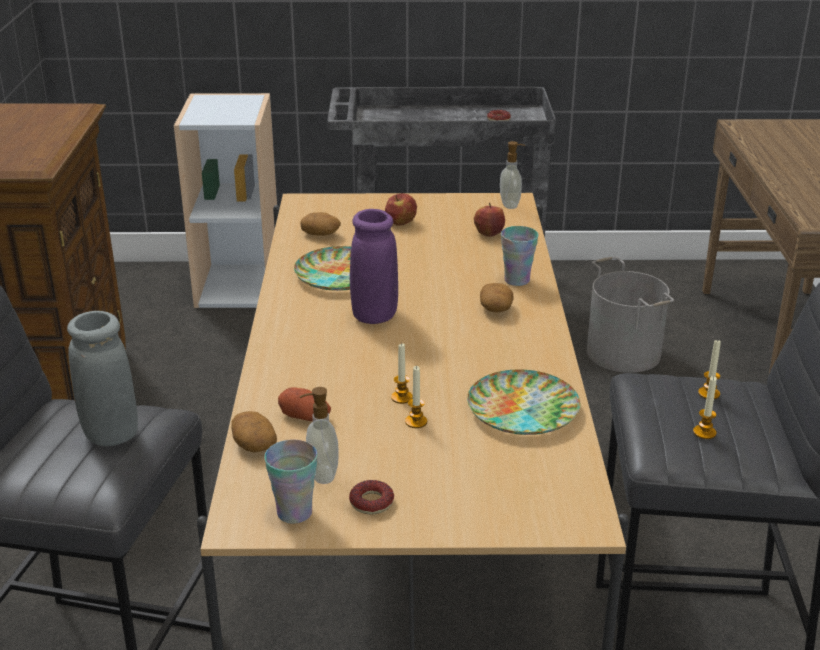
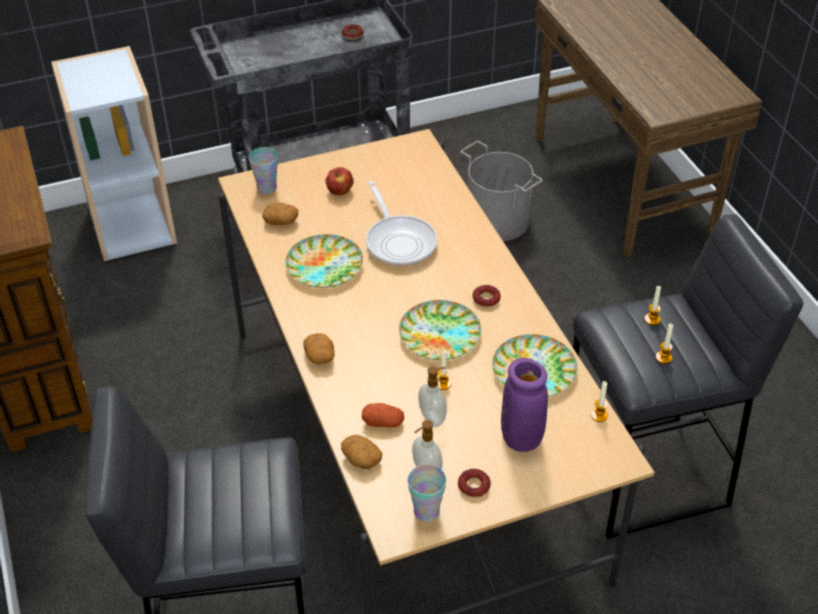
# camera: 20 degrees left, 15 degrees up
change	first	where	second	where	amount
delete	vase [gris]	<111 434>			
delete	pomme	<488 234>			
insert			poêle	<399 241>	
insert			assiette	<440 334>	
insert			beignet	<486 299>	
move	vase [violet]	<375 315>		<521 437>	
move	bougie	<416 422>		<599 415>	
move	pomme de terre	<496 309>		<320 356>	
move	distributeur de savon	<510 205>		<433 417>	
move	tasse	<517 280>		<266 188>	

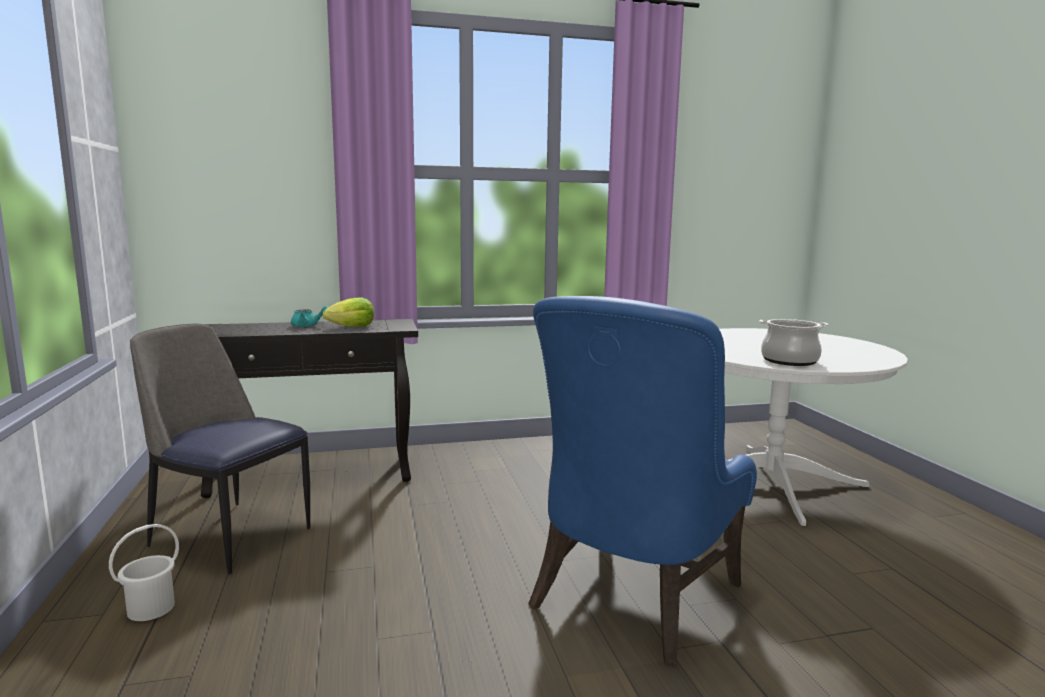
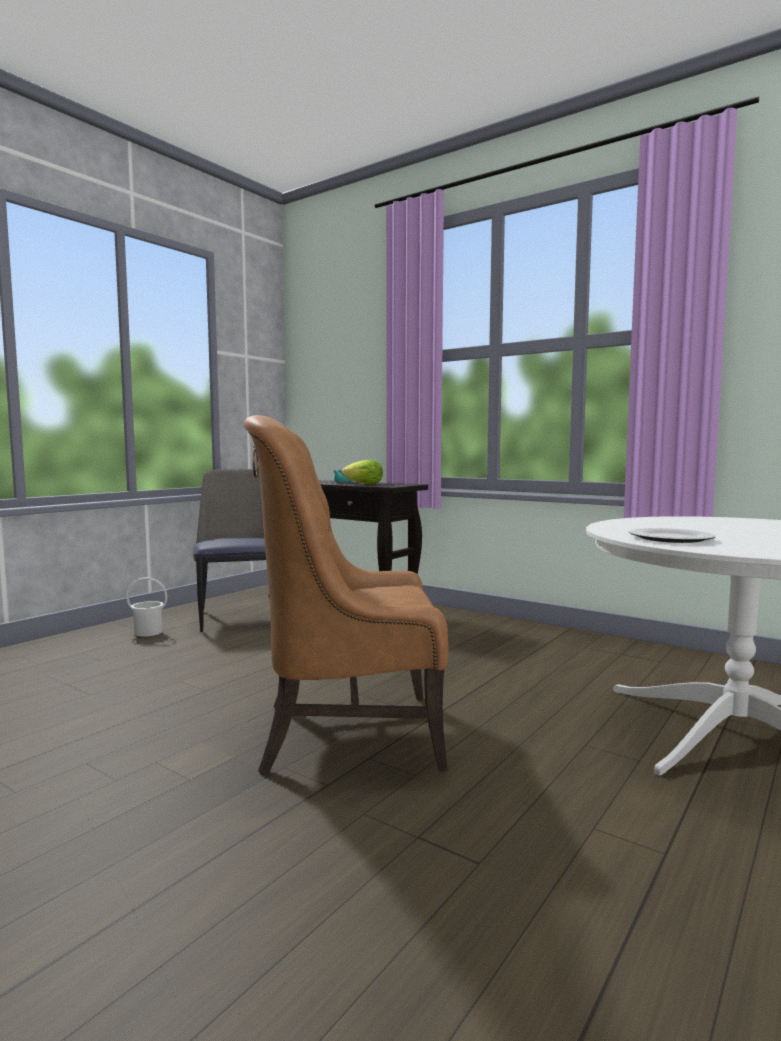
# camera: 50 degrees right, 5 degrees down
change	first	where	second	where	amount
replace	marmite	<789 361>	assiette	<669 538>	
recolor	chaise [bleu]	<633 595>	chaise [marron]	<347 732>	

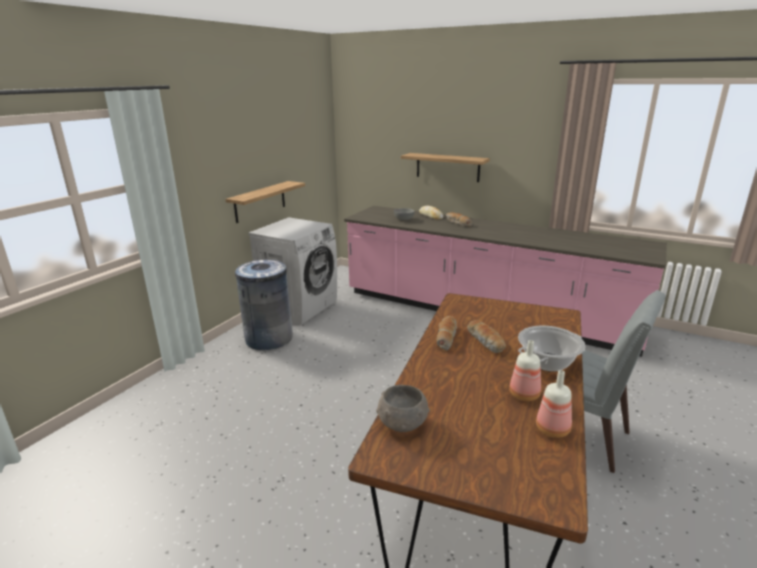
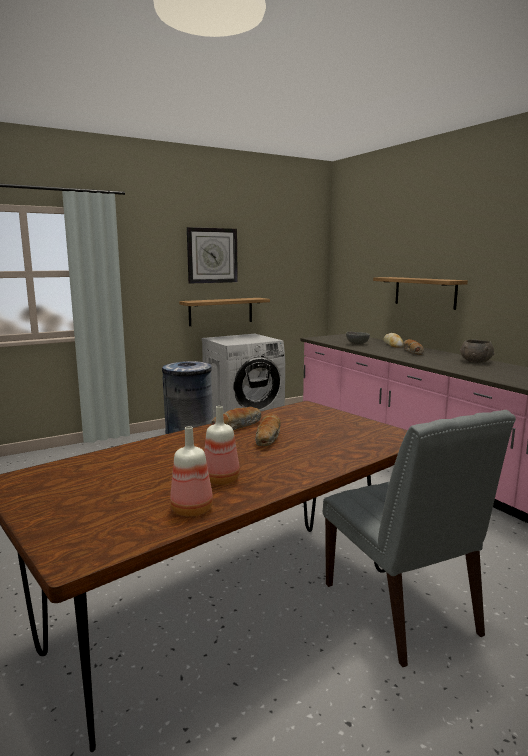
# camera: 30 degrees right, 10 degrees down
change	first	where	second	where	amount
delete	marmite	<547 362>			
insert			horloge murale	<212 255>	
move	bol [gris]	<402 423>		<475 361>	

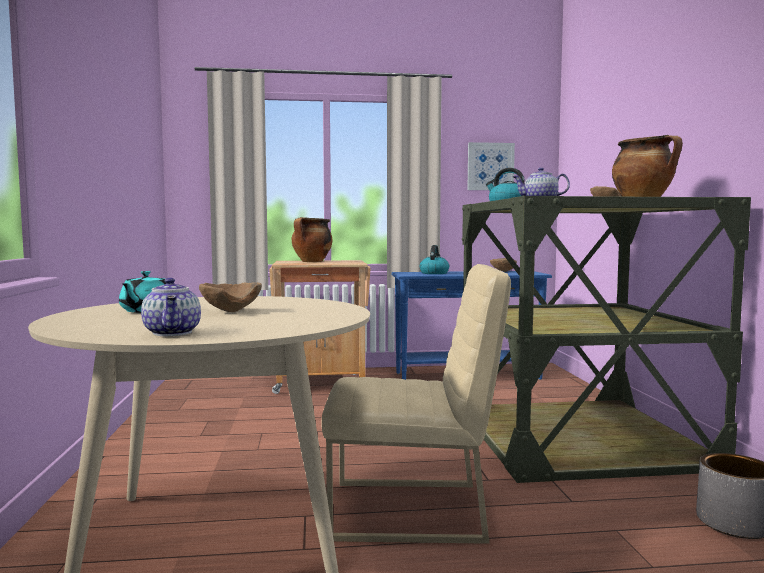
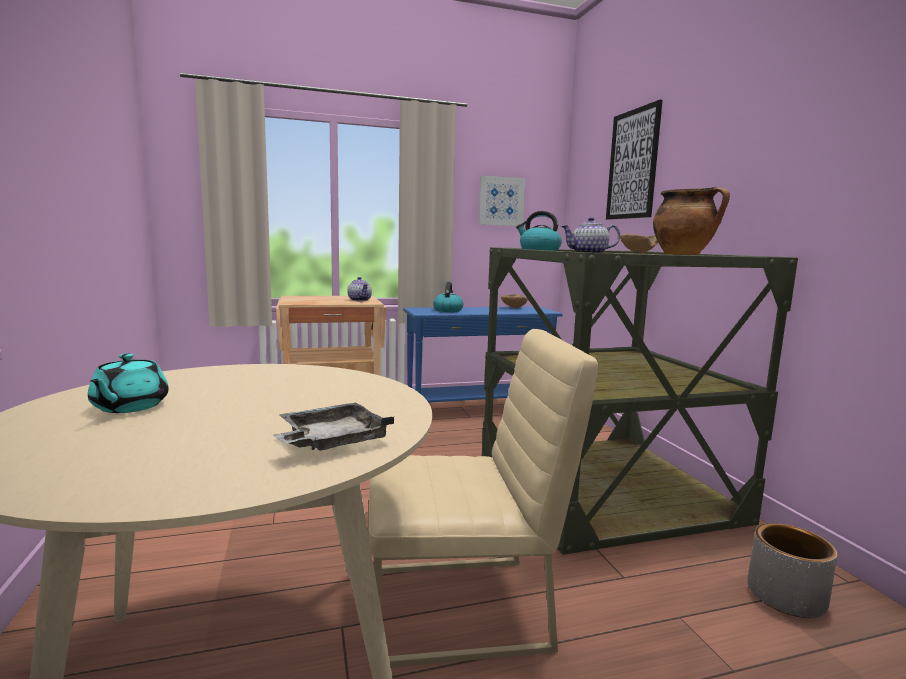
# camera: 10 degrees left, 5 degrees up
change	first	where	second	where	amount
delete	bol [marron]	<231 311>			
delete	marmite	<312 262>			
insert			plateau [gris]	<332 441>	
insert			tableau	<633 164>	
move	théière	<173 333>		<360 300>	

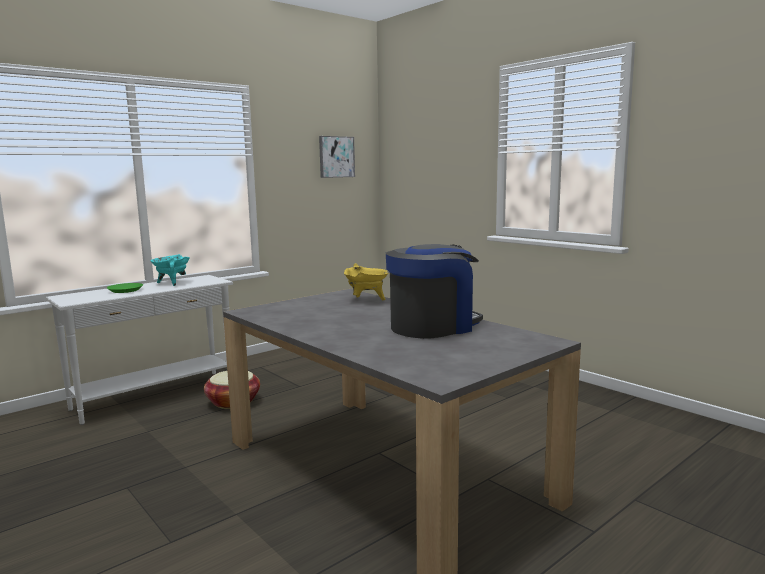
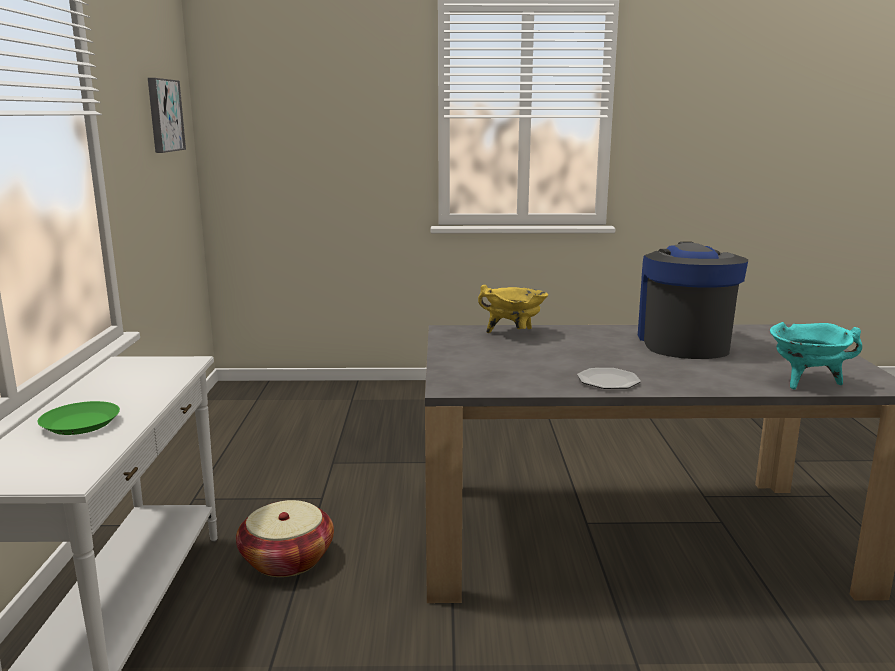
# camera: 50 degrees left, 5 degrees up
change	first	where	second	where	amount
insert			assiette	<608 381>	
move	marmite [turquoise]	<172 283>		<806 382>	

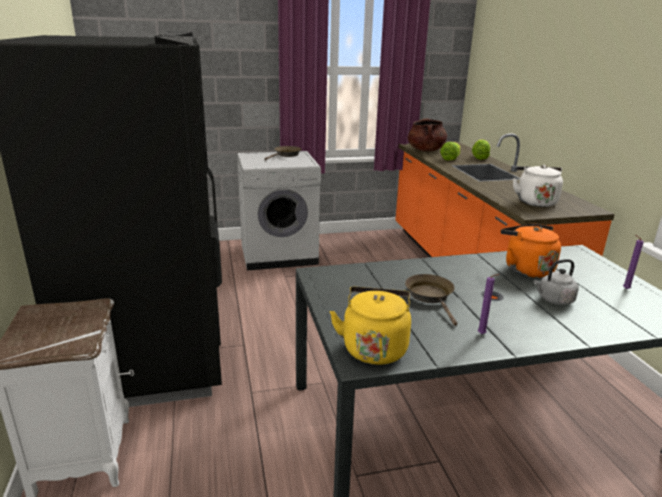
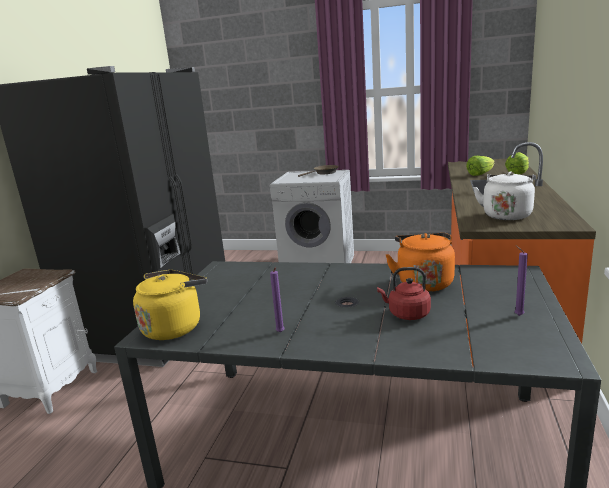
# camera: 30 degrees right, 5 degrees down
change	first	where	second	where	amount
delete	poêle [marron]	<431 296>			
delete	marmite [marron]	<426 150>			
recolor	bouilloire [gris]	<553 300>	bouilloire [rouge]	<406 314>	

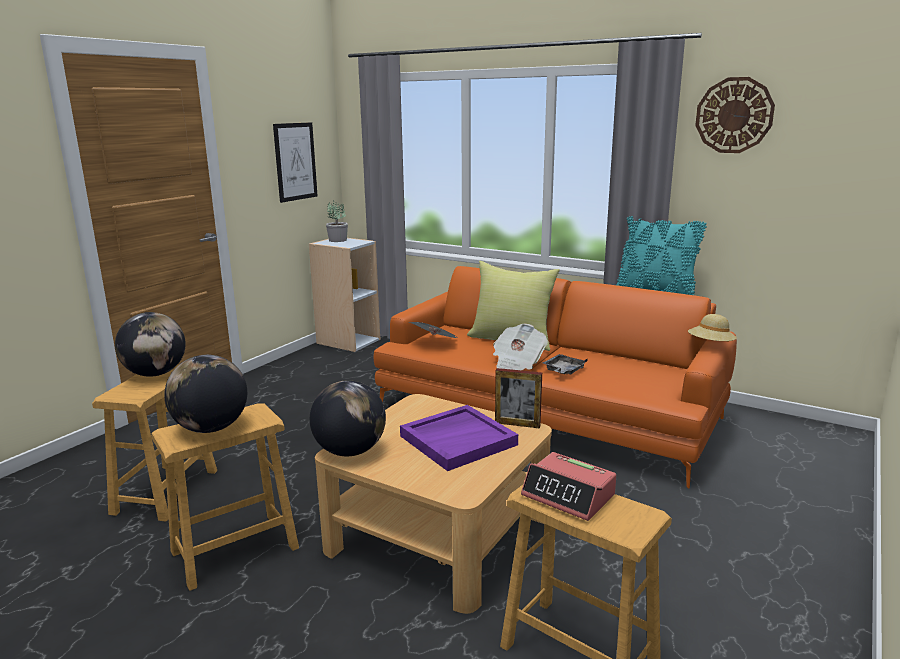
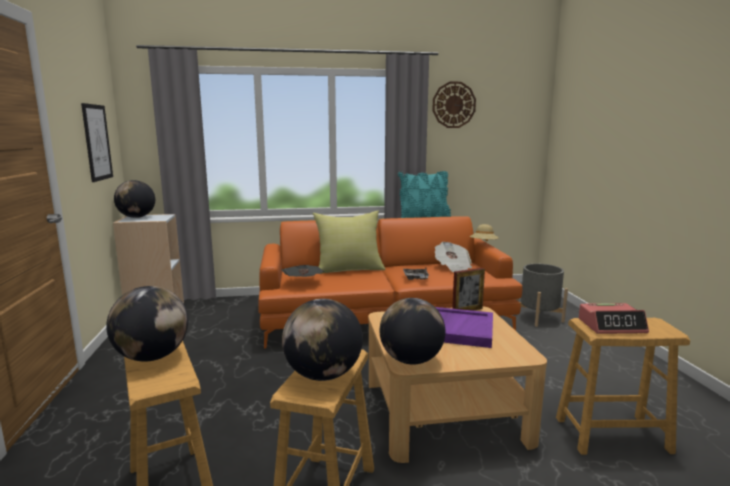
# camera: 40 degrees left, 5 degrees down
change	first	where	second	where	amount
insert			cache-pot [gris]	<538 318>	
move	journal	<517 362>		<452 267>	
replace	plante en pot	<337 240>	globe	<136 217>	

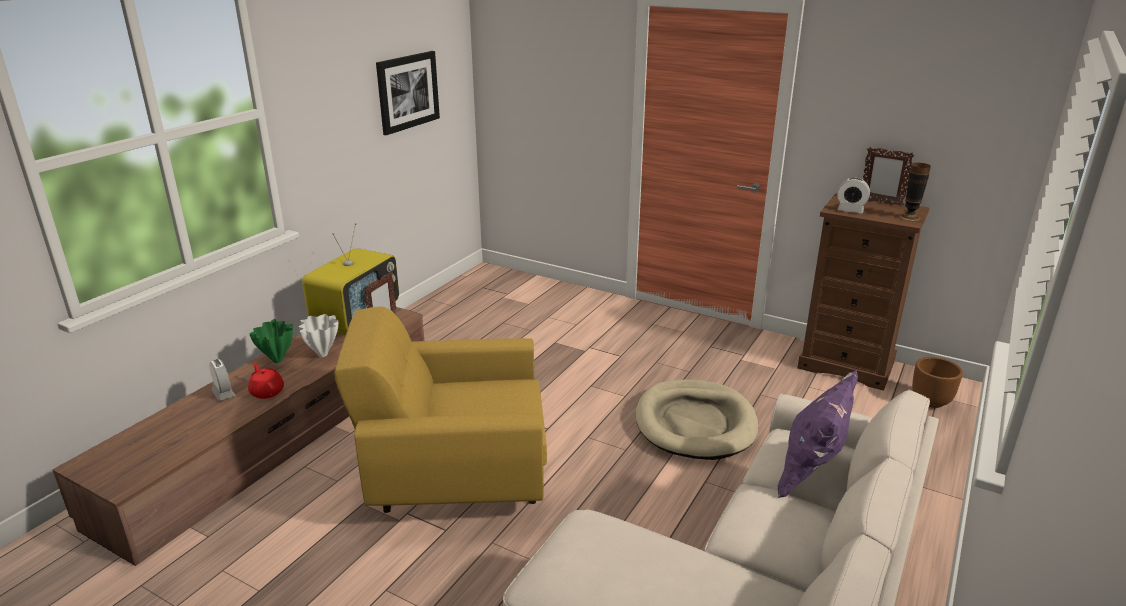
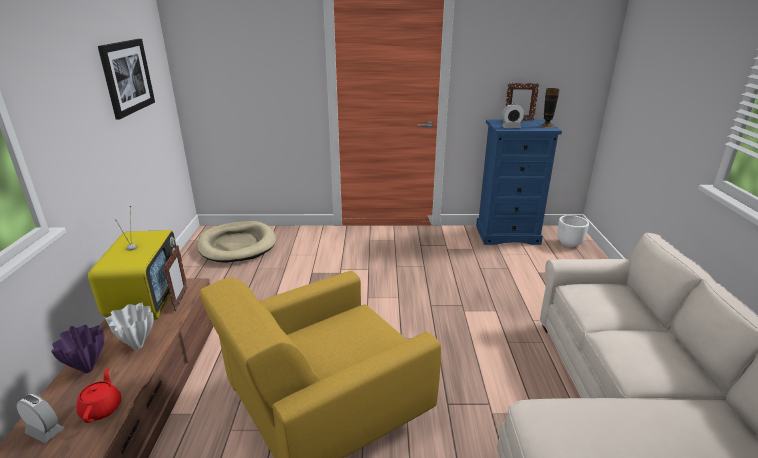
# camera: 30 degrees left, 0 degrees up
change	first	where	second	where	amount
delete	coussin [violet]	<811 473>			
move	panier pour chien [beige]	<695 423>		<237 245>	
recolor	vase [vert]	<277 361>	vase [violet]	<88 370>	
recolor	commode [marron]	<846 365>	commode [bleu]	<507 235>	
recolor	cache-pot [marron]	<931 401>	cache-pot [blanc]	<569 243>	
rotate	théière [rouge]	<267 392>		<102 408>	60 degrees clockwise

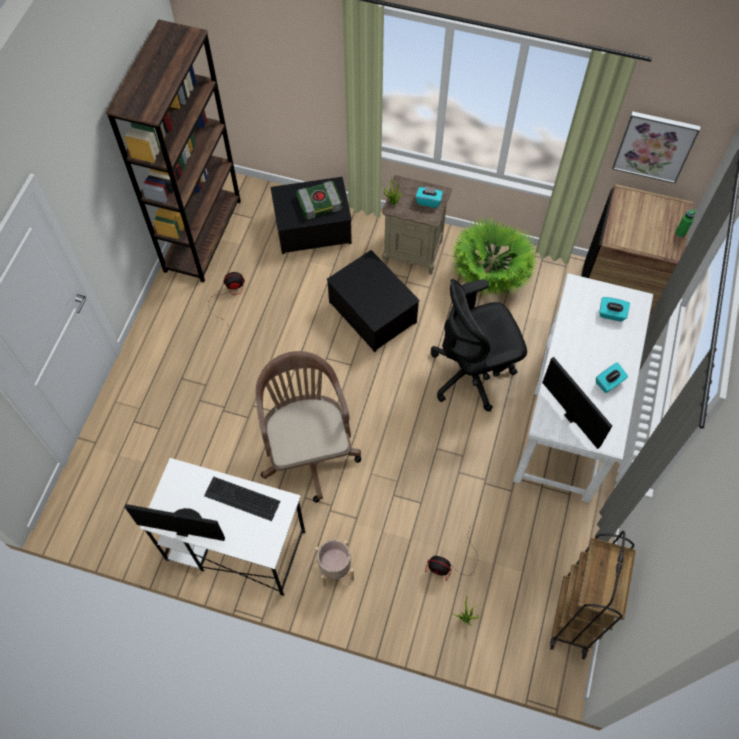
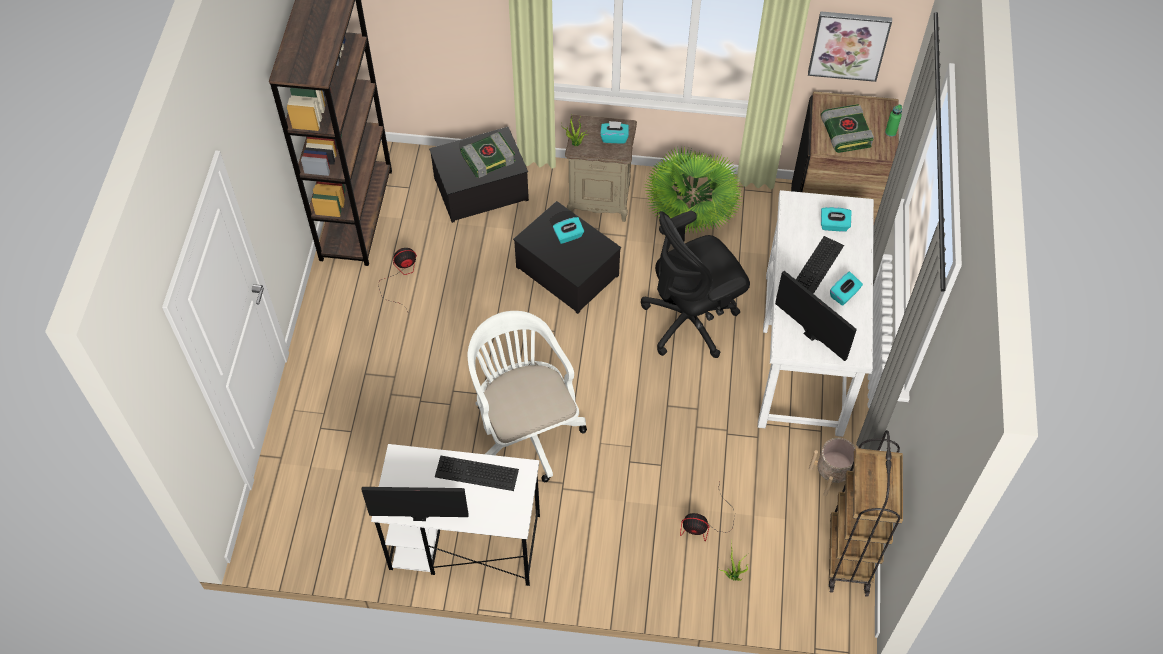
# camera: 10 degrees left, 5 degrees down
change	first	where	second	where	amount
insert			boîte à mouchoirs [turquoise]	<568 236>	
insert			clavier	<818 268>	
insert			livre	<844 133>	
move	cache-pot [beige]	<335 568>		<831 476>	
recolor	chaise de bureau [marron]	<308 448>	chaise de bureau [blanc]	<524 427>	

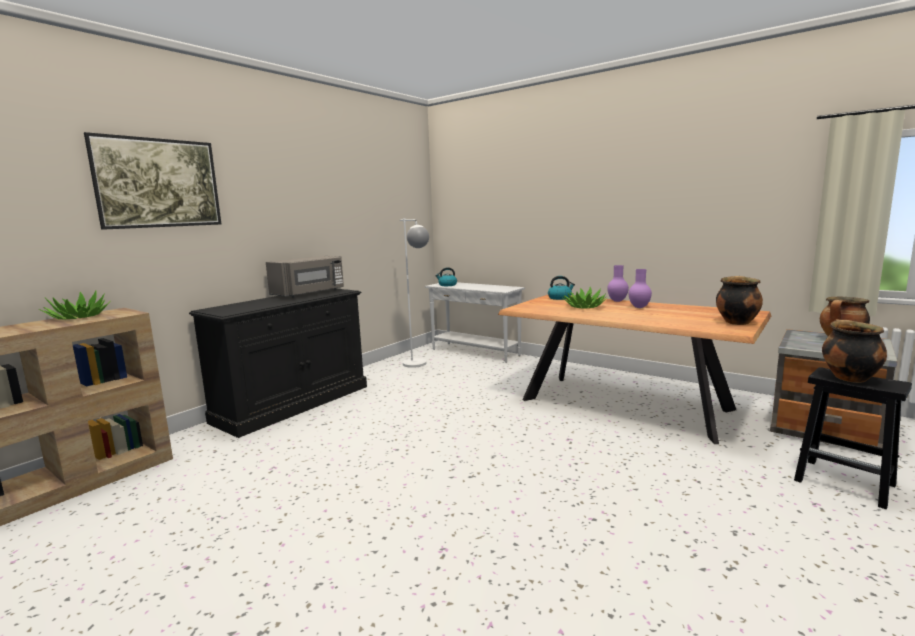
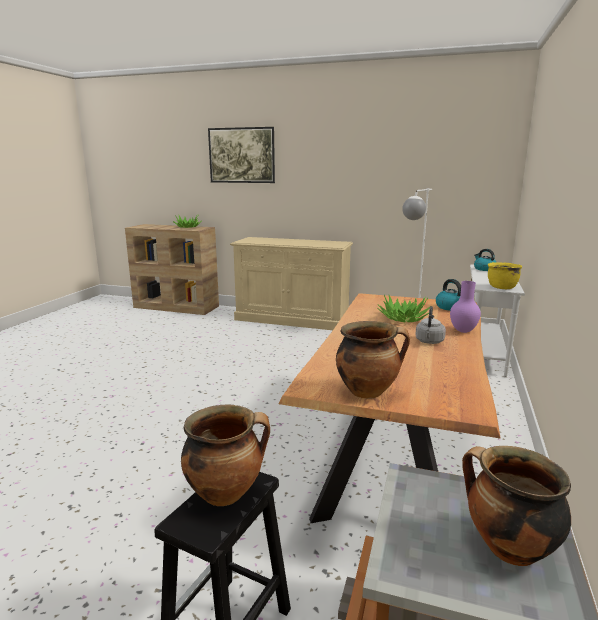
# camera: 70 degrees right, 5 degrees up
change	first	where	second	where	amount
delete	micro-ondes [gris]	<310 293>			
insert			marmite [jaune]	<501 287>	
replace	vase [violet]	<639 307>	bouilloire [gris]	<429 342>	
recolor	meuble de rangement [noir]	<294 403>	meuble de rangement [beige]	<292 319>	

